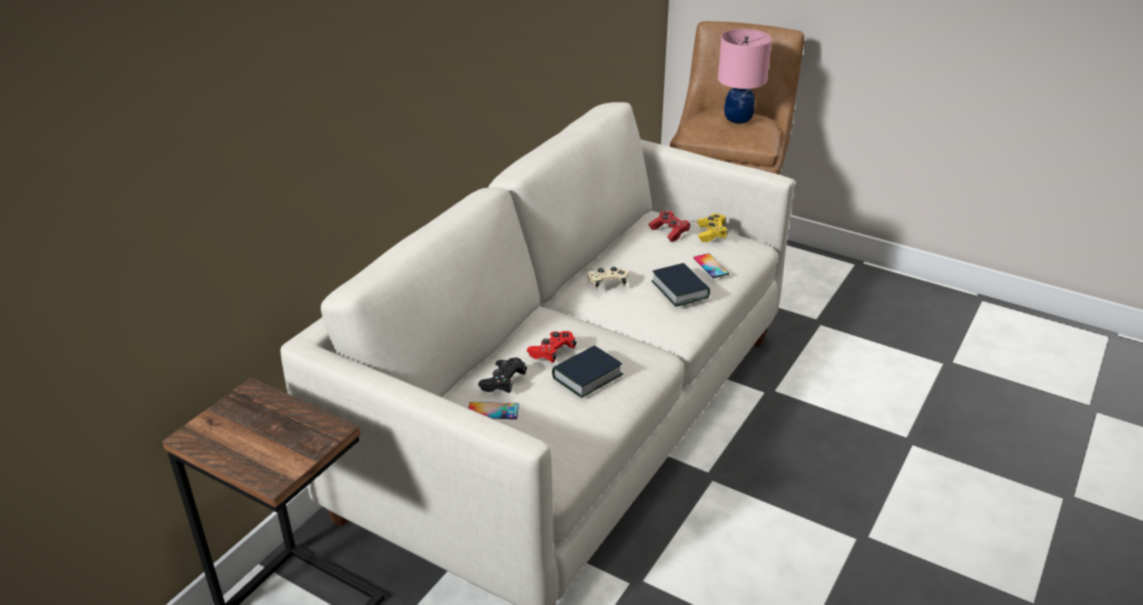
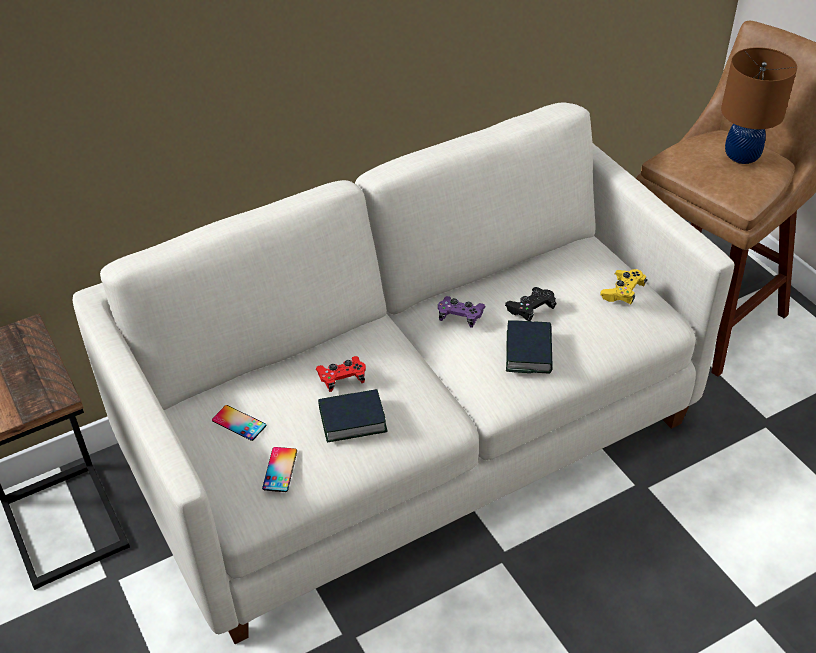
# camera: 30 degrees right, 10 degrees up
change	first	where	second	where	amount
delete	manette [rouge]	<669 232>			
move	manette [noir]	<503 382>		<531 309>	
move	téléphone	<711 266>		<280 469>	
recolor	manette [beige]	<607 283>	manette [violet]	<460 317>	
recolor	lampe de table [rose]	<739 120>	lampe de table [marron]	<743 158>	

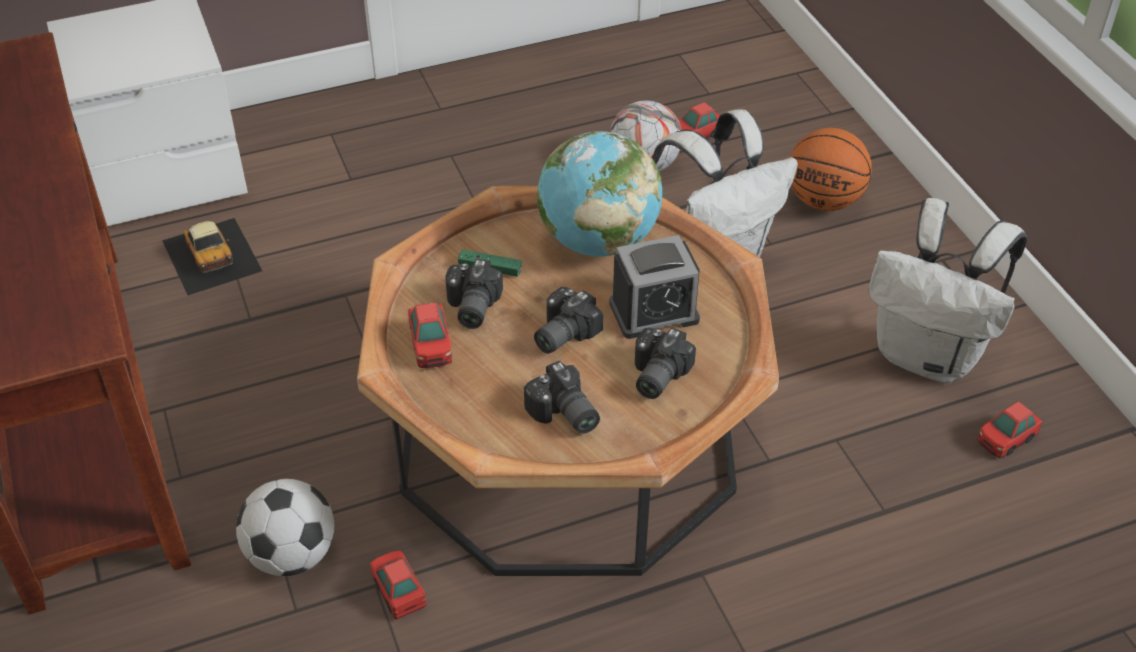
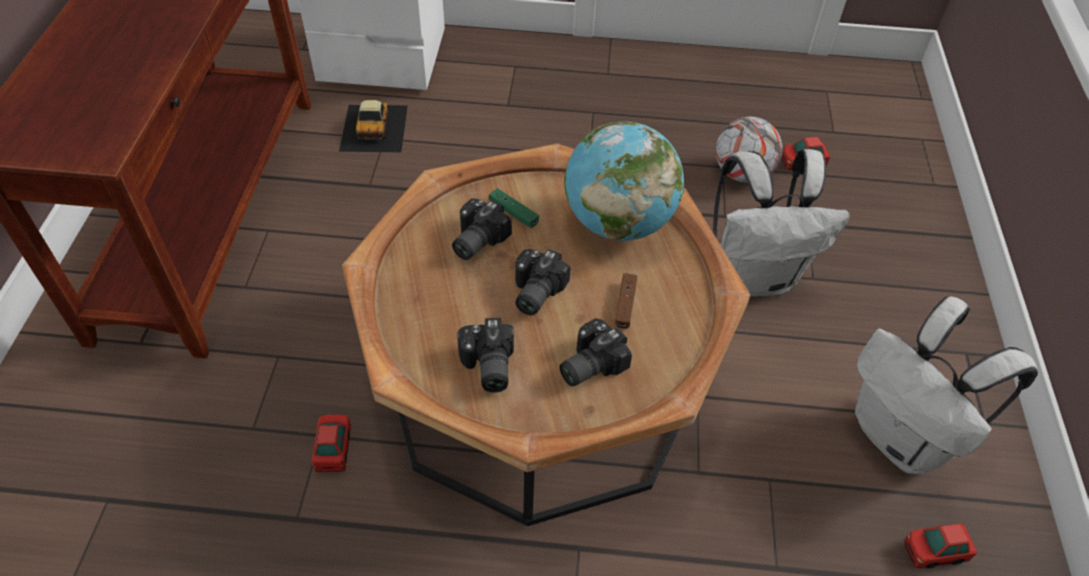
# camera: 25 degrees right, 5 degrees up
change	first	where	second	where	amount
delete	ballon de foot	<292 555>			
delete	petite voiture	<431 347>			
delete	ballon de basket	<824 201>			
replace	réveil	<654 312>	manette [marron]	<625 305>	
rotate	appareil photo	<561 333>		<533 292>	45 degrees counterclockwise

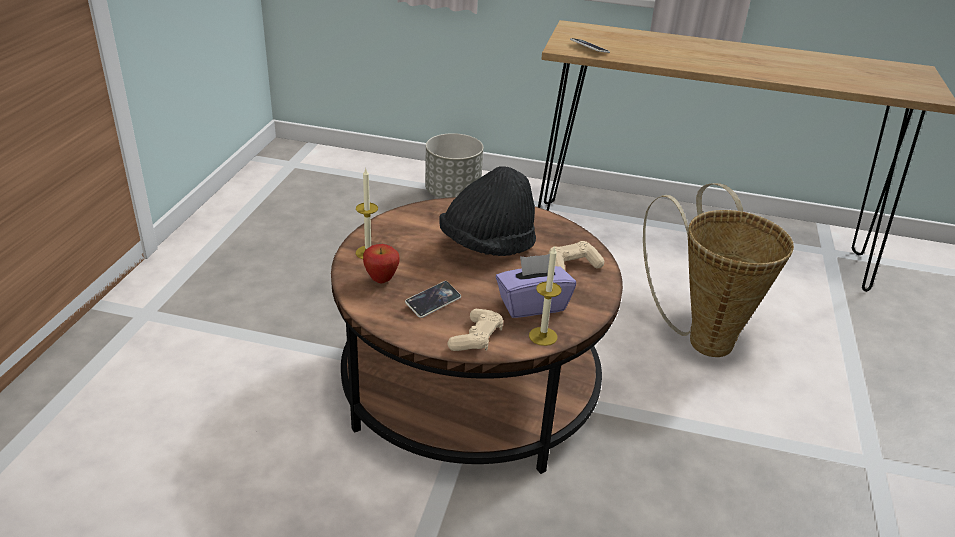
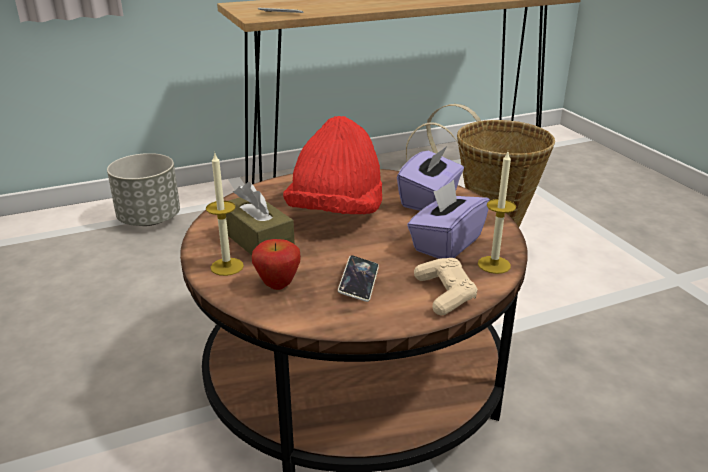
# camera: 35 degrees left, 5 degrees down
change	first	where	second	where	amount
insert			boîte à mouchoirs [marron]	<258 240>	
replace	manette [beige]	<572 266>	boîte à mouchoirs [violet]	<430 200>	
recolor	chapeau [noir]	<487 246>	chapeau [rouge]	<336 213>	

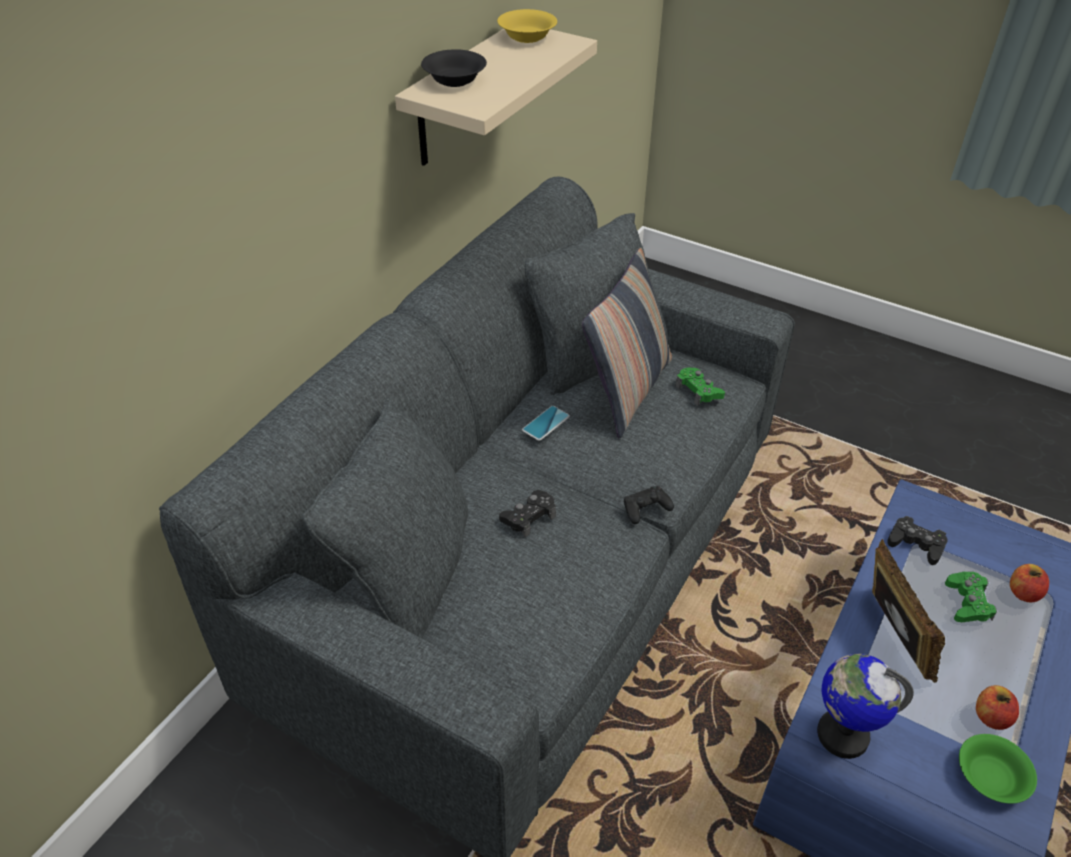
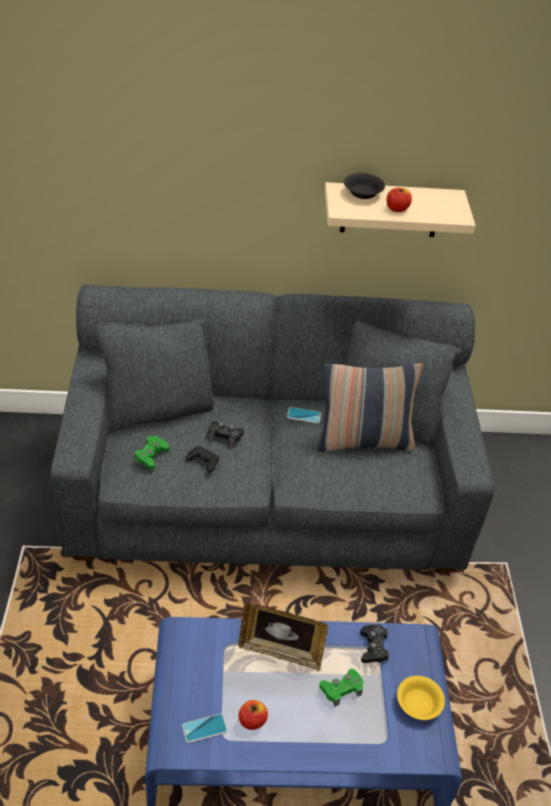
# camera: 55 degrees right, 0 degrees up
change	first	where	second	where	amount
delete	globe	<842 734>			
move	bol [jaune]	<526 37>		<418 703>	
move	manette [noir]	<646 508>		<203 461>	
move	manette [vert]	<698 391>		<151 455>	
move	pomme	<1023 593>		<397 209>	
replace	bol [vert]	<990 778>	téléphone	<204 728>	
rotate	cadre photo	<892 637>		<280 652>	60 degrees clockwise

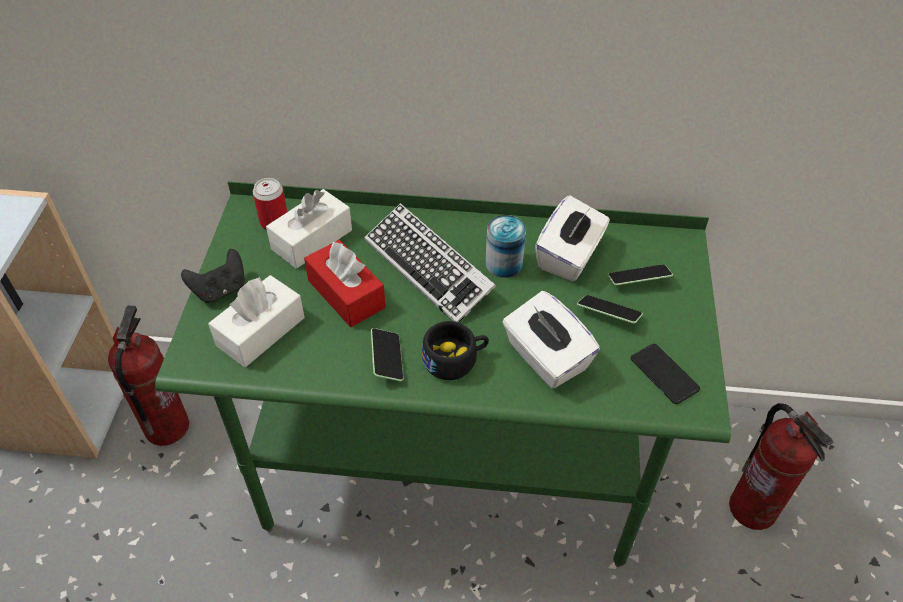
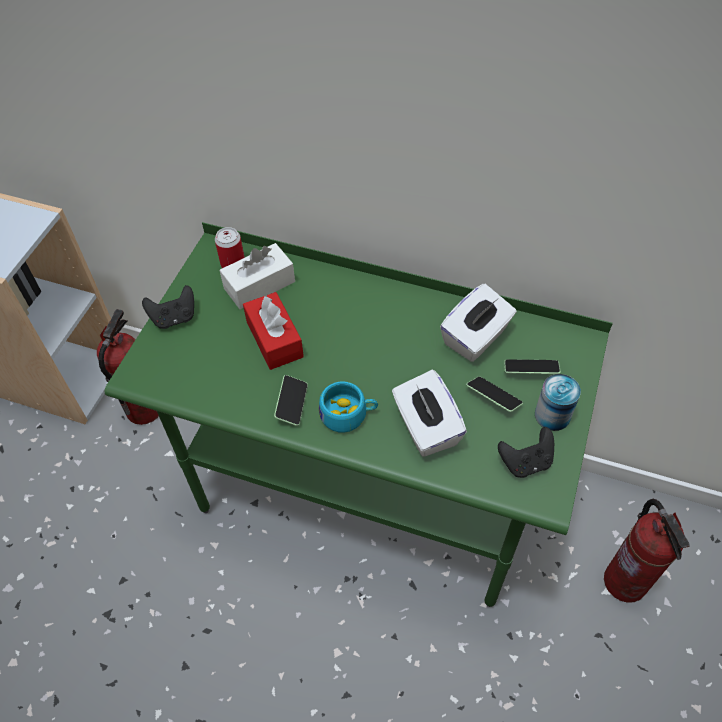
# camera: 15 degrees right, 5 degrees up
change	first	where	second	where	amount
delete	boîte à mouchoirs [blanc]	<260 331>			
delete	clavier	<428 268>			
move	boîte métallique	<503 264>		<552 415>	
replace	téléphone	<664 374>	manette [noir]	<525 462>	
recolor	tasse [noir]	<455 359>	tasse [turquoise]	<348 414>	

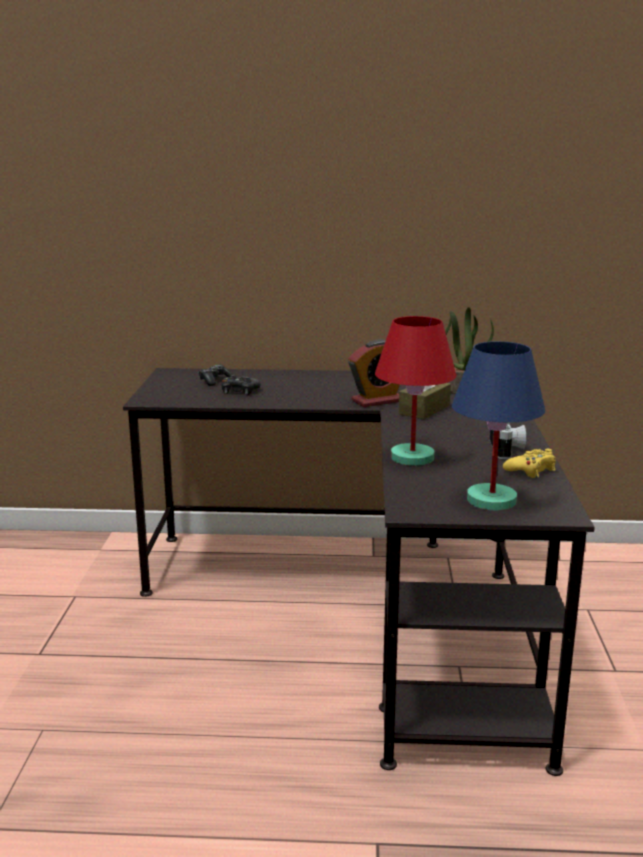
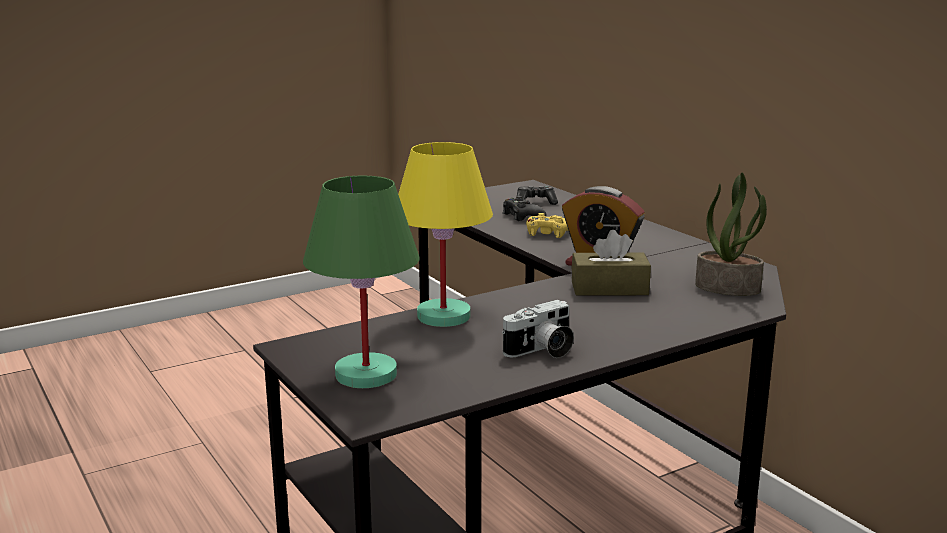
# camera: 55 degrees right, 0 degrees up
change	first	where	second	where	amount
move	manette [jaune]	<531 470>		<547 233>	
recolor	lampe de table [rouge]	<411 457>	lampe de table [jaune]	<444 316>	
recolor	lampe de table [bleu]	<491 500>	lampe de table [vert]	<364 374>	

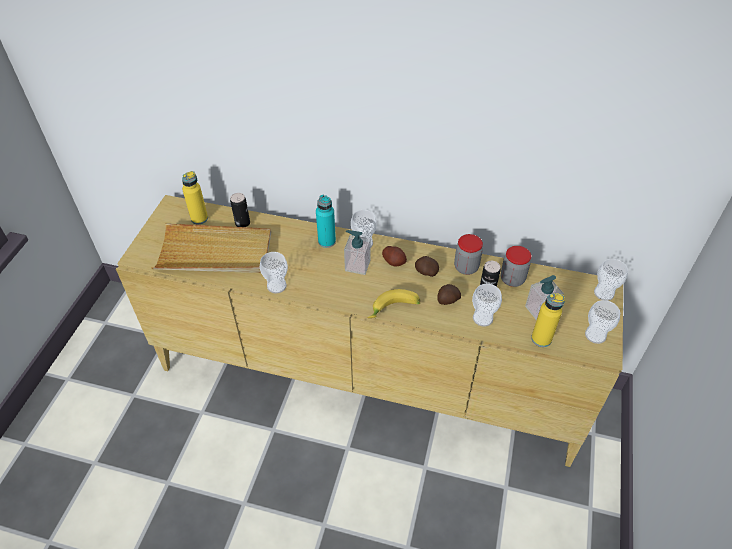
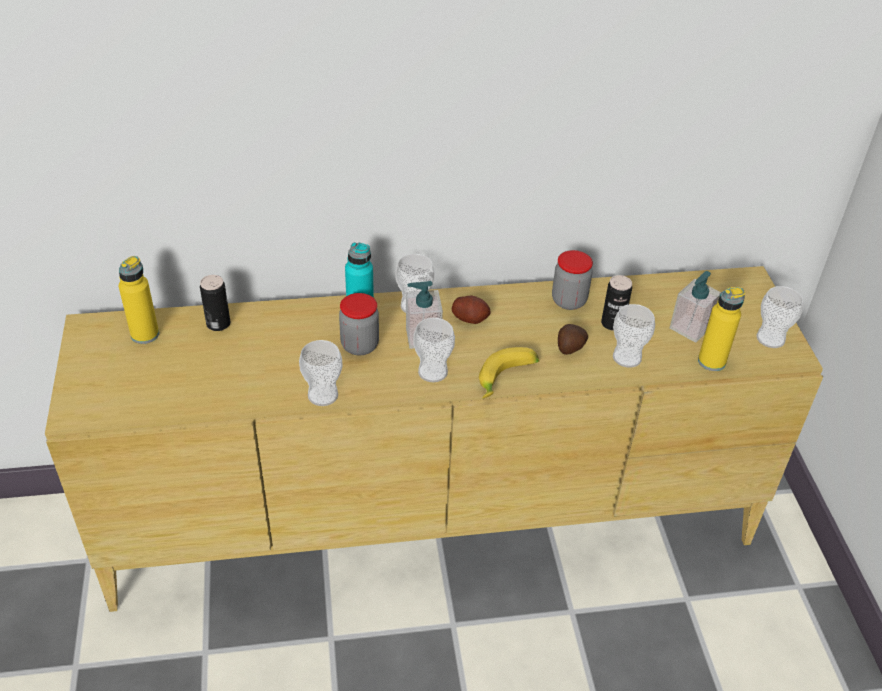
# camera: 25 degrees left, 5 degrees down
change	first	where	second	where	amount
delete	plateau [beige]	<215 253>			
delete	pomme de terre	<426 272>			
move	bocal	<512 279>		<360 345>	
move	tasse	<604 293>		<432 372>	

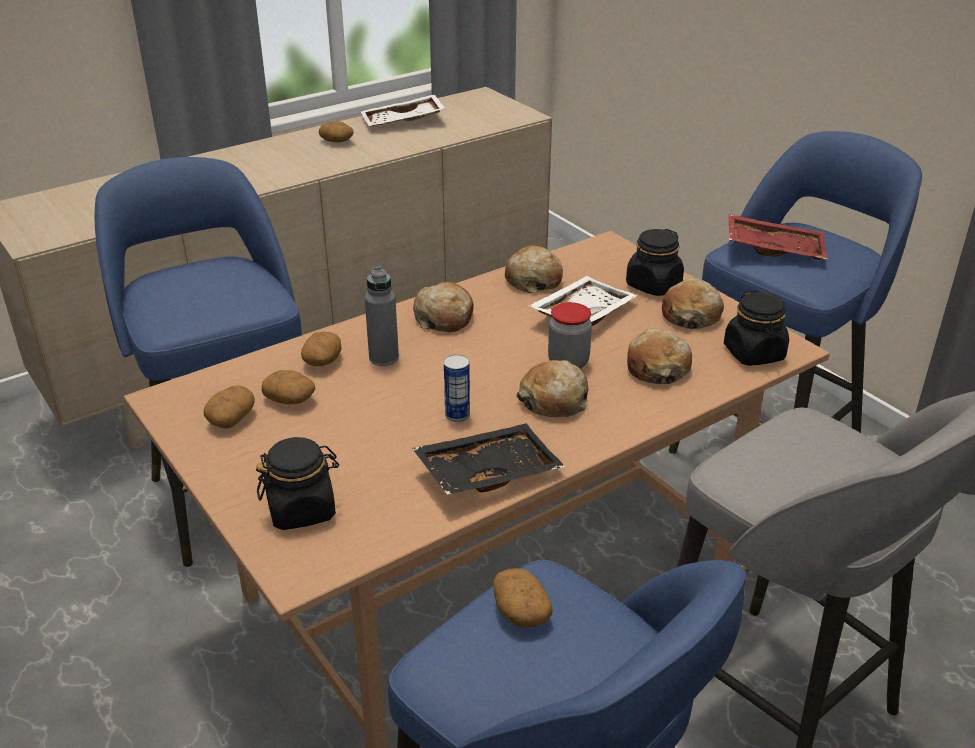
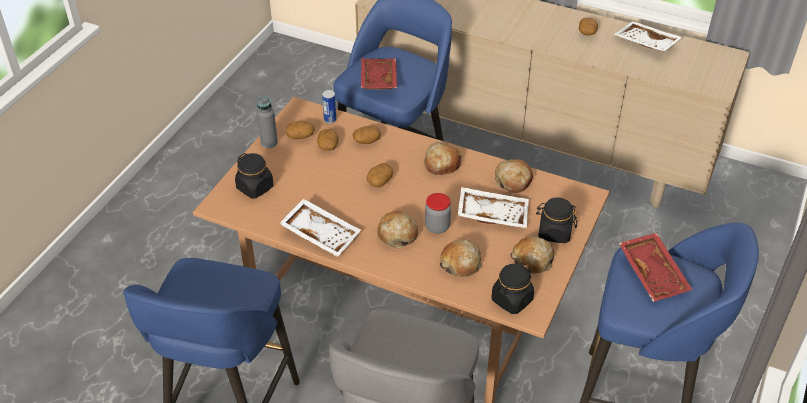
# camera: 60 degrees right, 10 degrees up
change	first	where	second	where	amount
insert			plateau [rouge]	<377 80>	
move	bouteille [gris]	<384 358>		<269 143>	
move	boîte métallique	<457 415>		<330 120>	
move	pomme de terre	<520 611>		<380 181>	
recolor	plateau [noir]	<487 471>	plateau [blanc]	<321 233>	

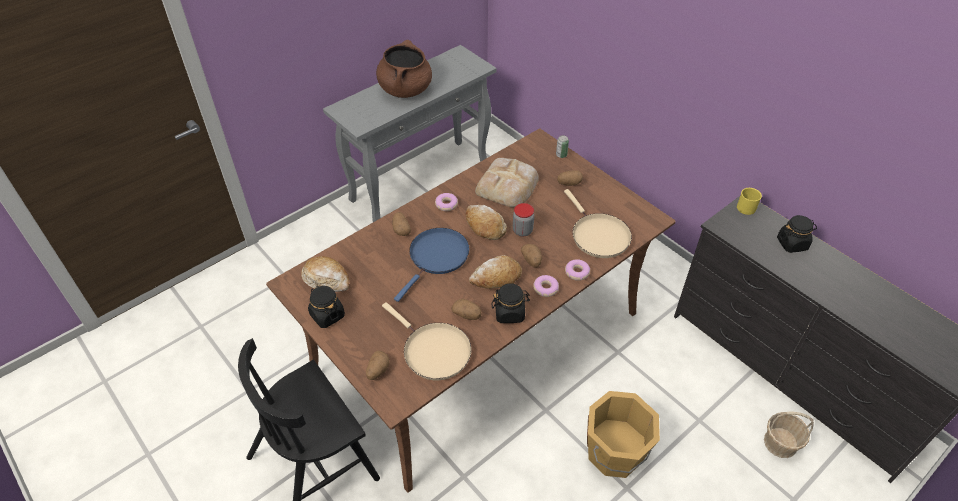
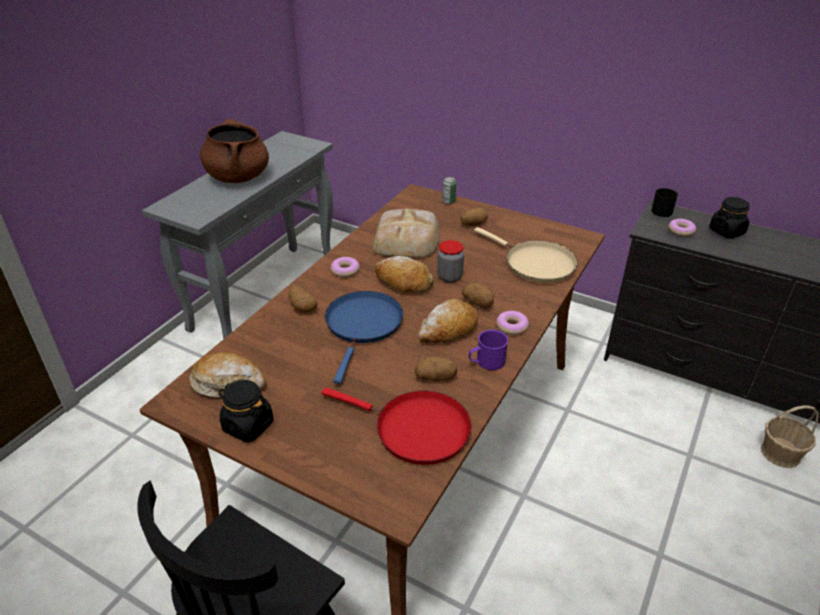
# camera: 20 degrees left, 10 degrees down
change	first	where	second	where	amount
delete	pomme de terre	<377 370>			
delete	seau [orange]	<615 453>			
move	beignet	<577 272>		<681 231>	
replace	bocal [noir]	<510 313>	mug [violet]	<486 362>	
recolor	poêle [beige]	<433 351>	poêle [rouge]	<416 429>	
recolor	mug [jaune]	<747 206>	mug [noir]	<662 210>	

